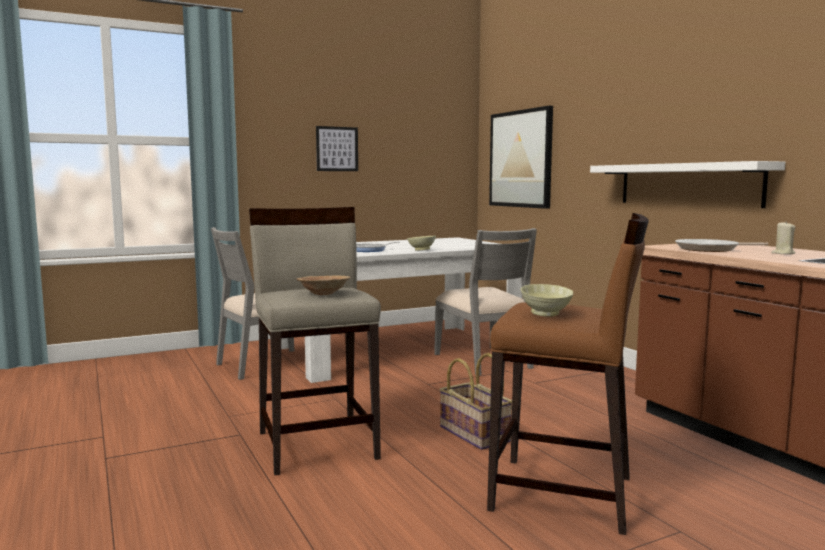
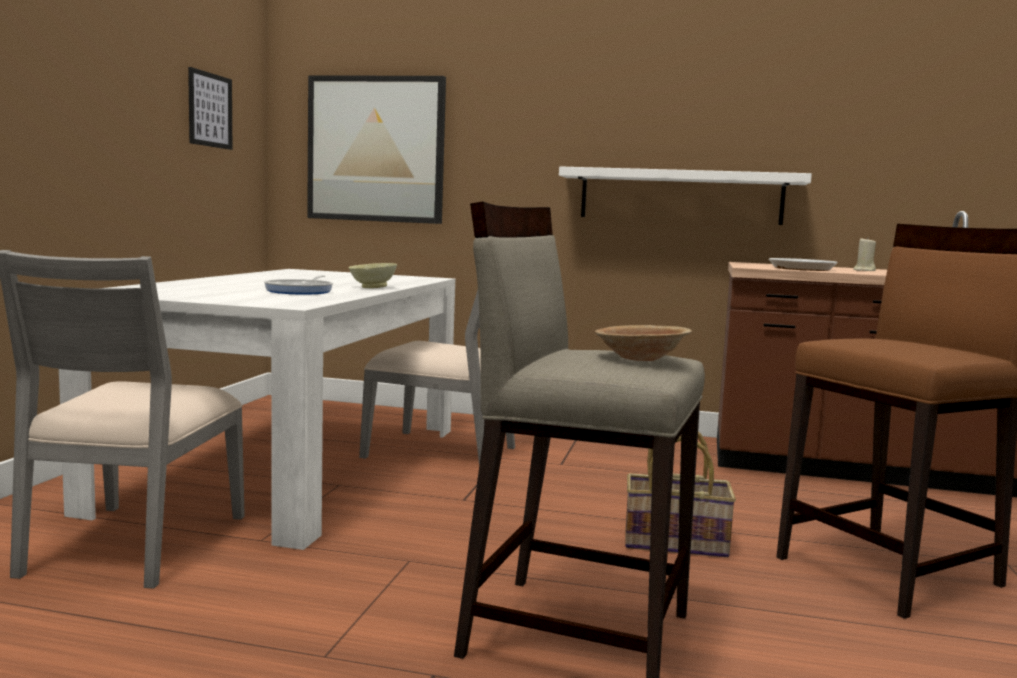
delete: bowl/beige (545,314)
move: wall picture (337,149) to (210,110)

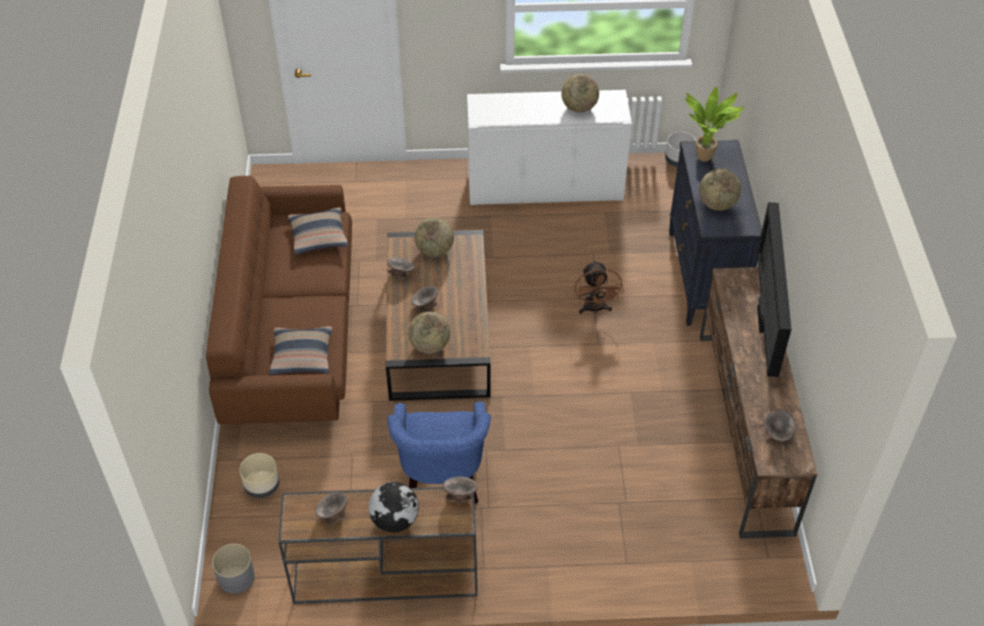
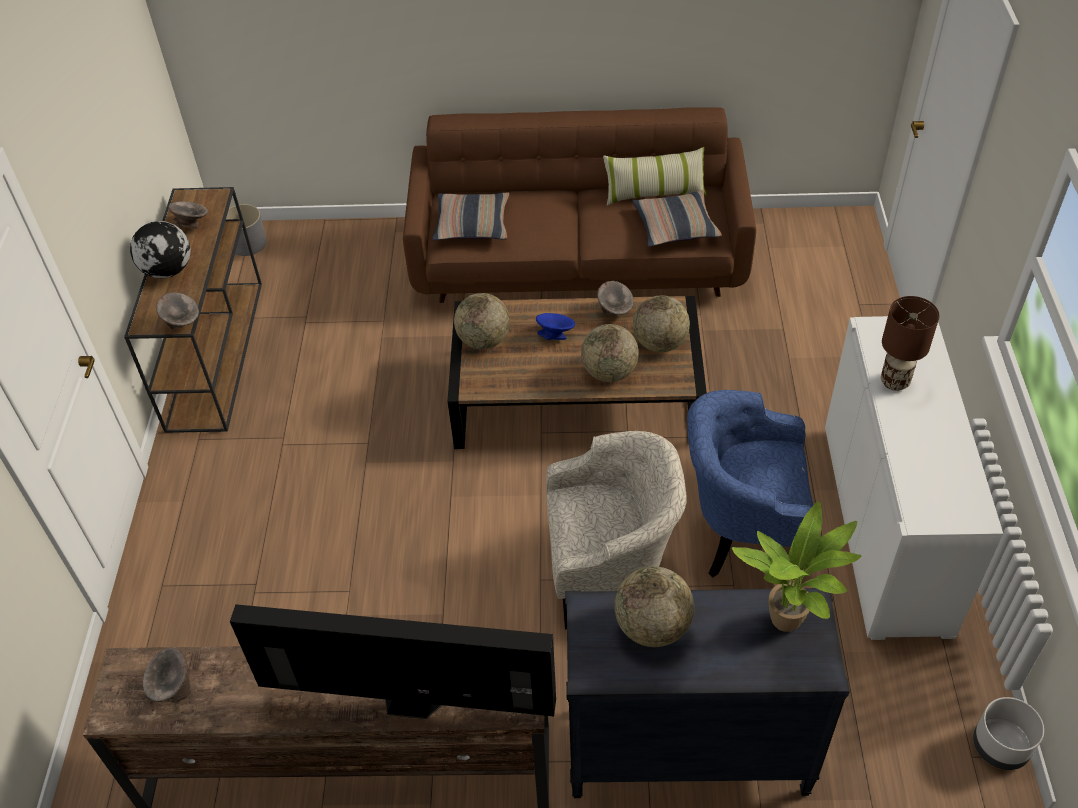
delete: flower pot/beige (262,486)
insert: cushion (654,193); tabletop lamp/brownish (894,382)
move: lounge chair/blue (442,483) to (740,536); desk globe (579,108) to (609,372)
replace: electric fan/brownish (594,309) to lounge chair/beige (610,579)
recolor: bowl/greyish (425,306) to bowl/blue (555,335)

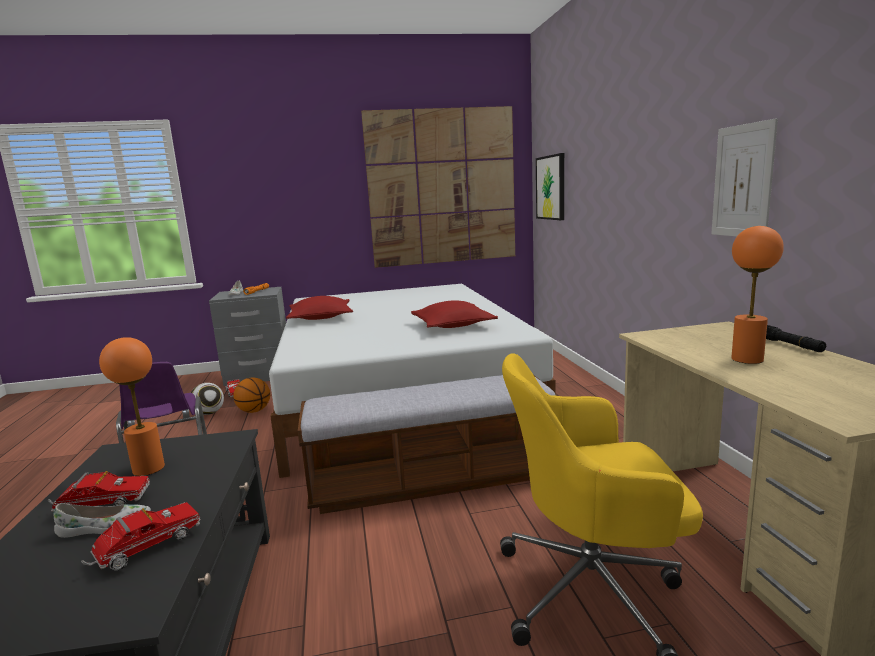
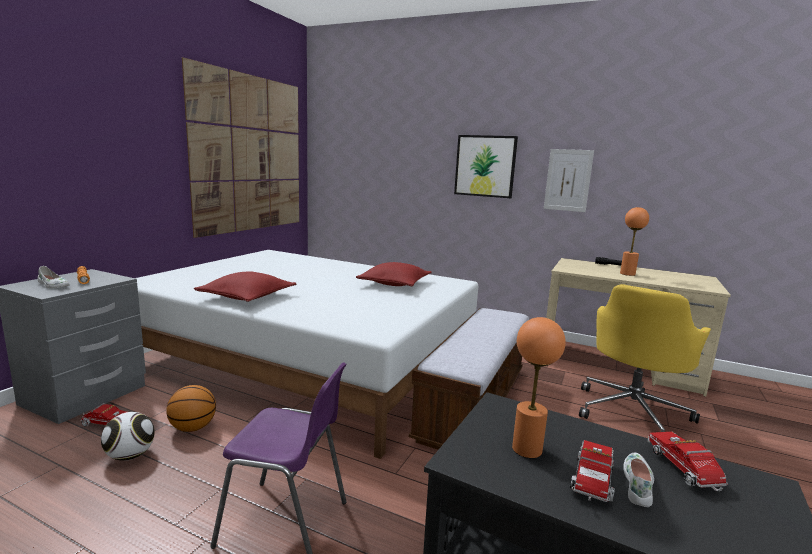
move: wall picture (551,187) to (485,166)

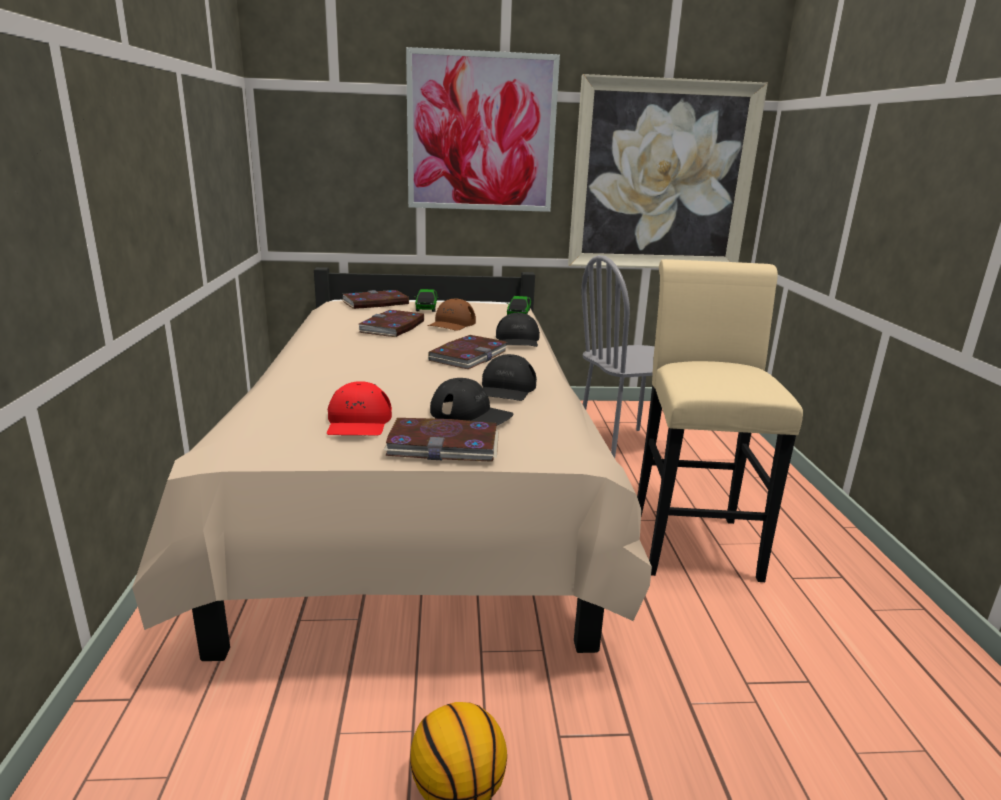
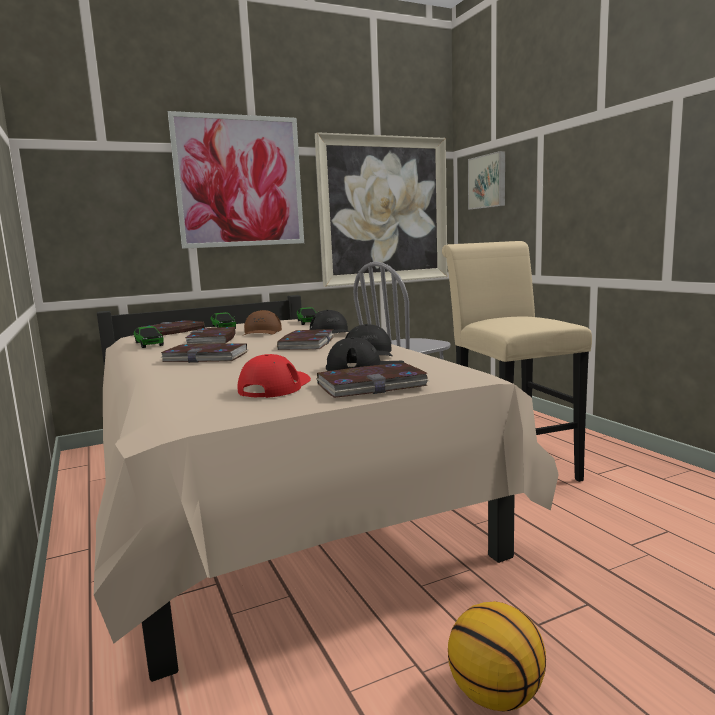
insert: miniature car (148,344); bound book (206,357); wall picture (488,181)
rotate: peaked cap/red (358,422) = (275,386) 135 degrees counterclockwise

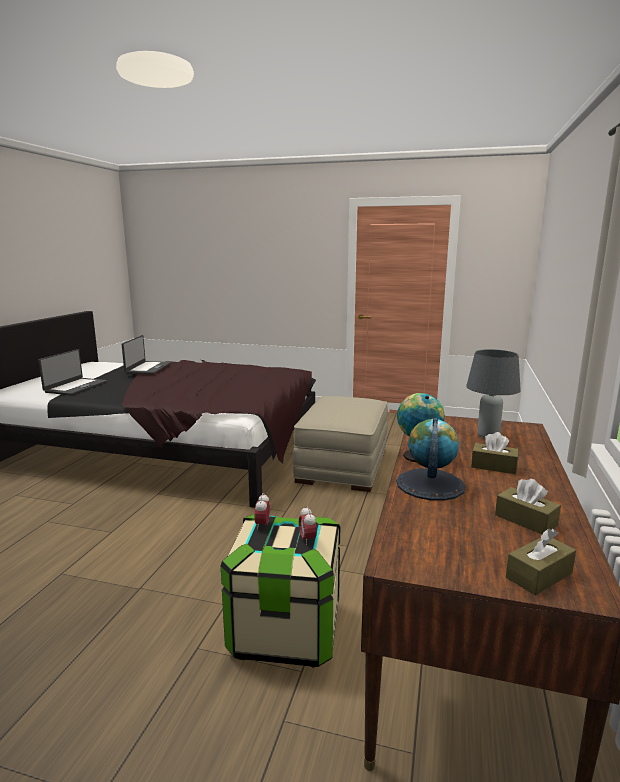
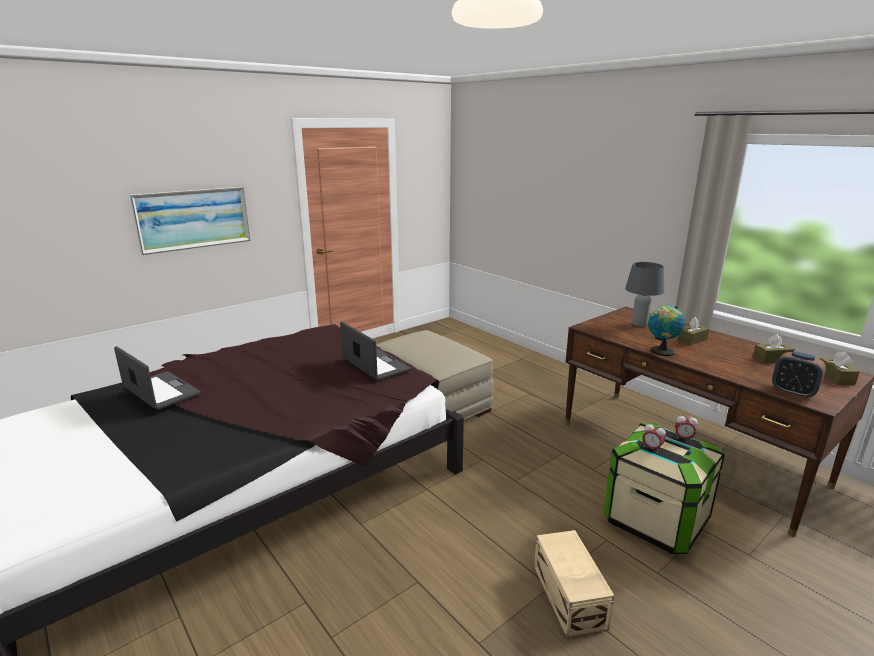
delete: desk globe (430,484)
insert: wall picture (193,219); storage bin/beige (568,597); bedside clock (793,392)
move: portable computer (75,387) to (374,365)

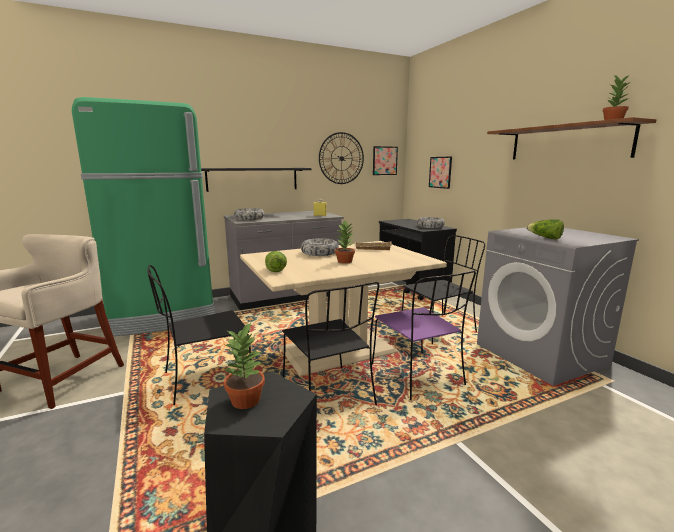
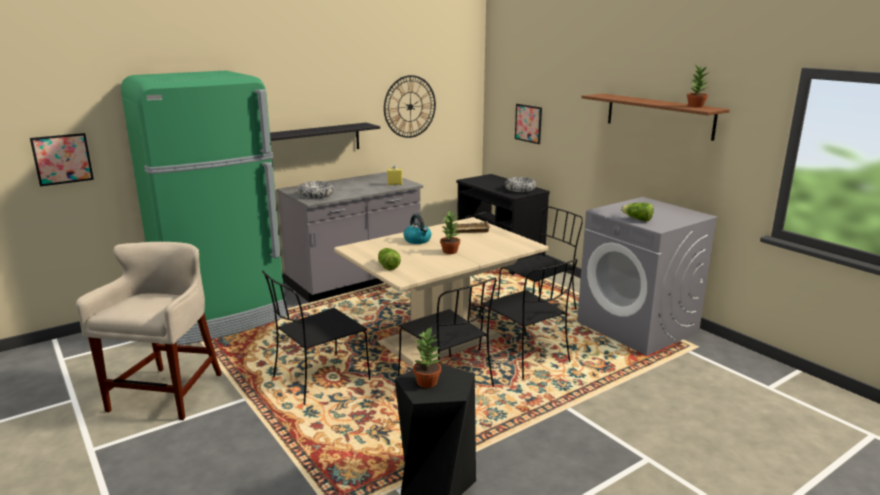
move: wall picture (384,160) to (62,159)
replace: bowl (319,253) to tea kettle (418,240)
recolor: chair/purple-coloured (418,375) to chair/blackish (525,357)

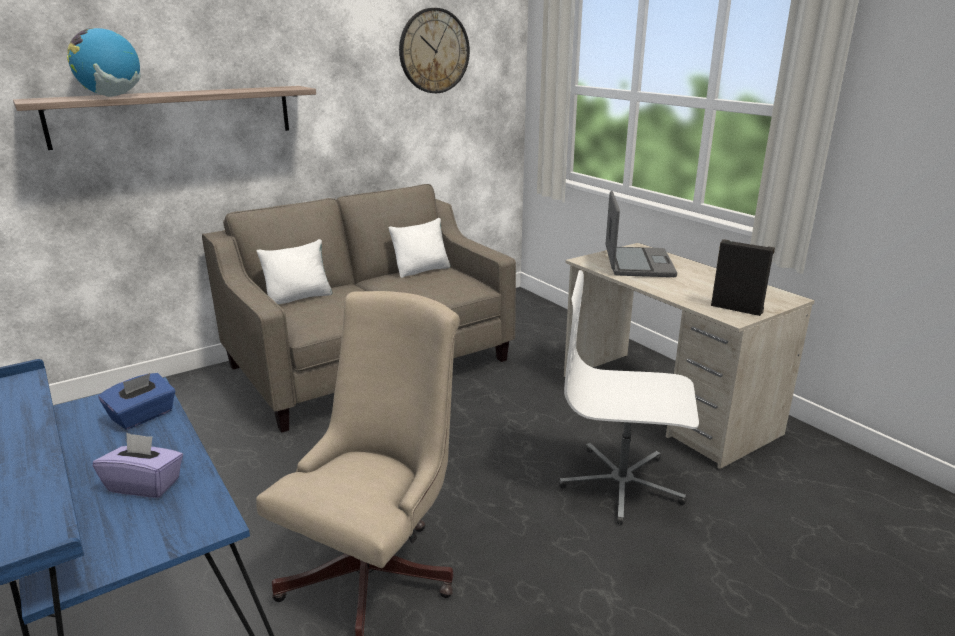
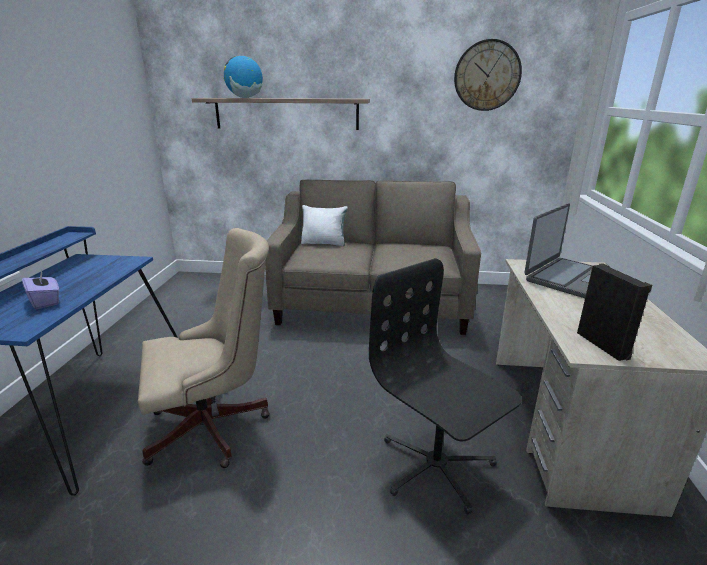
delete: tissue box/blue (143,416); cushion/white-coloured (422,270)
recolor: office chair/white-coloured (622,484) to office chair/blackish (435,466)

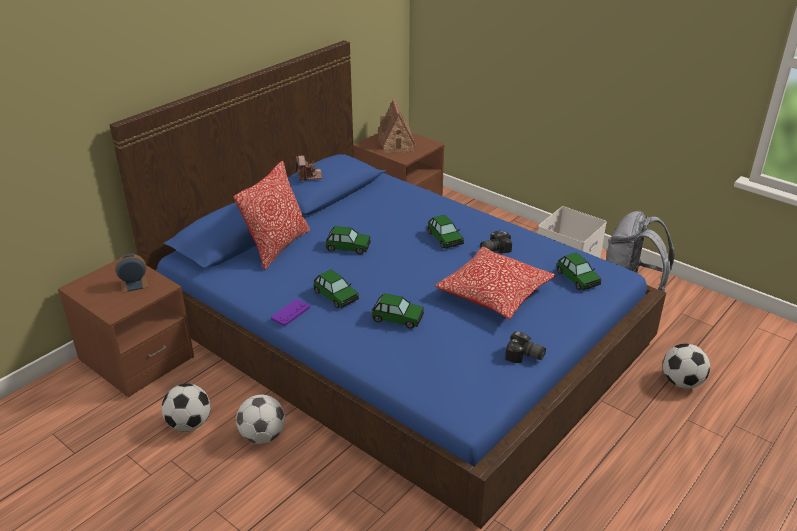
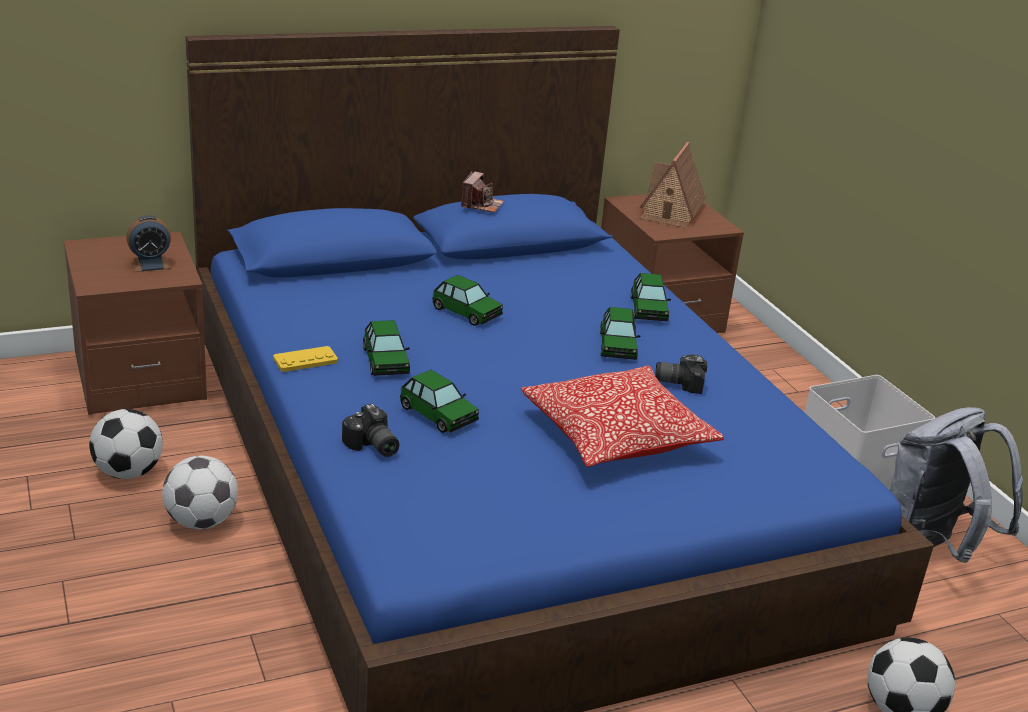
delete: cushion (277,246)
move: photo camera (524,357) to (371,447); miniature car (577,278) to (648,309)
recolor: game controller/purple-coloured (290,313) to game controller/yellow (305,360)
rotate: bedside clock (134,284) = (150,264) 150 degrees clockwise

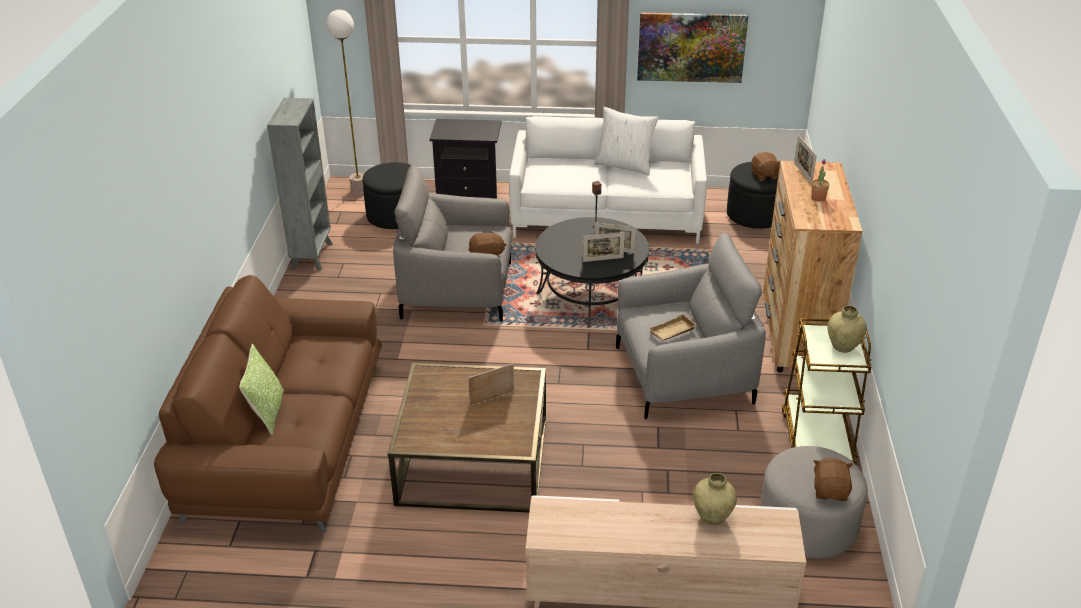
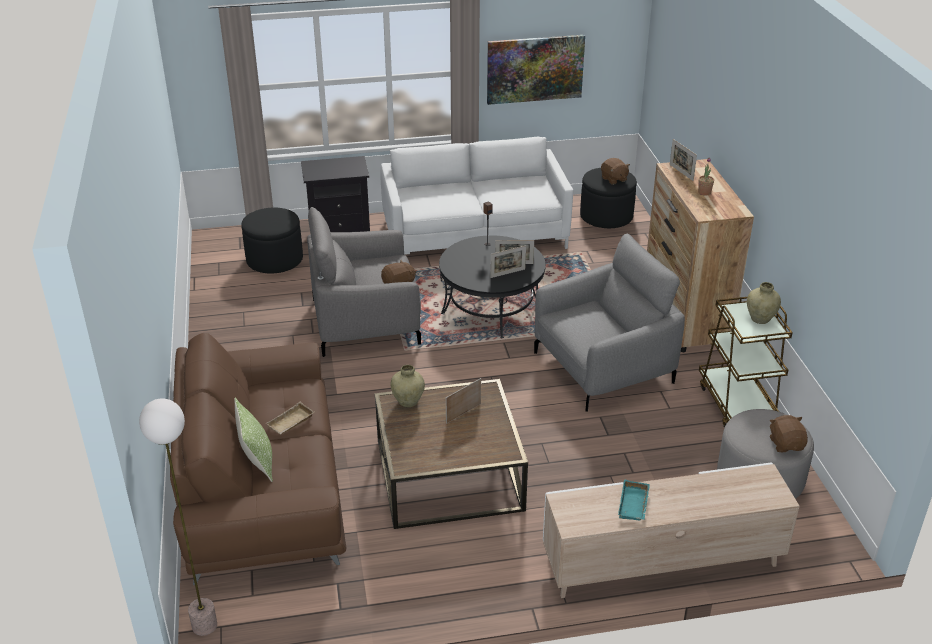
delete: bookcase/greyish (312,255); cushion/white-coloured (625,165)
insert: serving tray/turquoise (634,504)
move: standing lamp (359,192) to (204,625); serving tray/beige (673,332) to (291,423); decorative vase/beige (712,517) to (408,402)

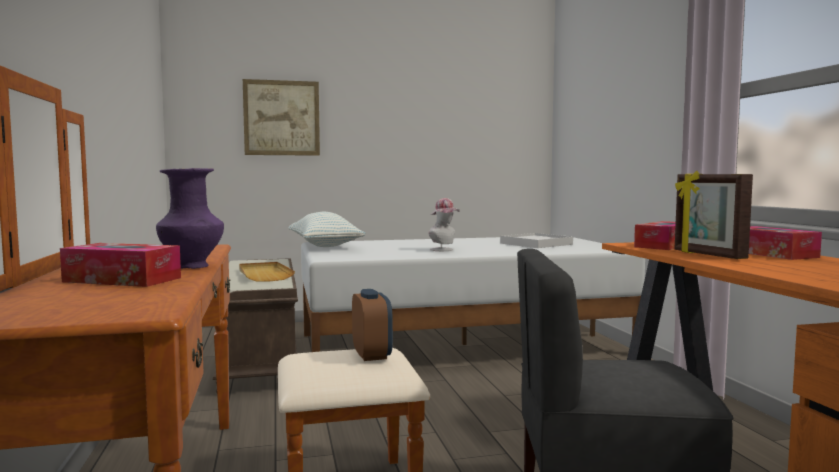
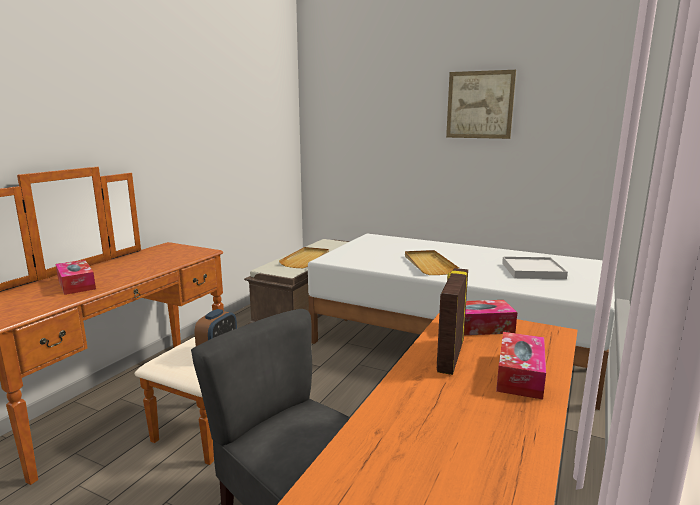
delete: decorative vase/purple-coloured (192,267); cushion (324,246)
move: wall picture (281,118) to (480,105)
replace: hat (444,250) to serving tray/beige (428,264)

